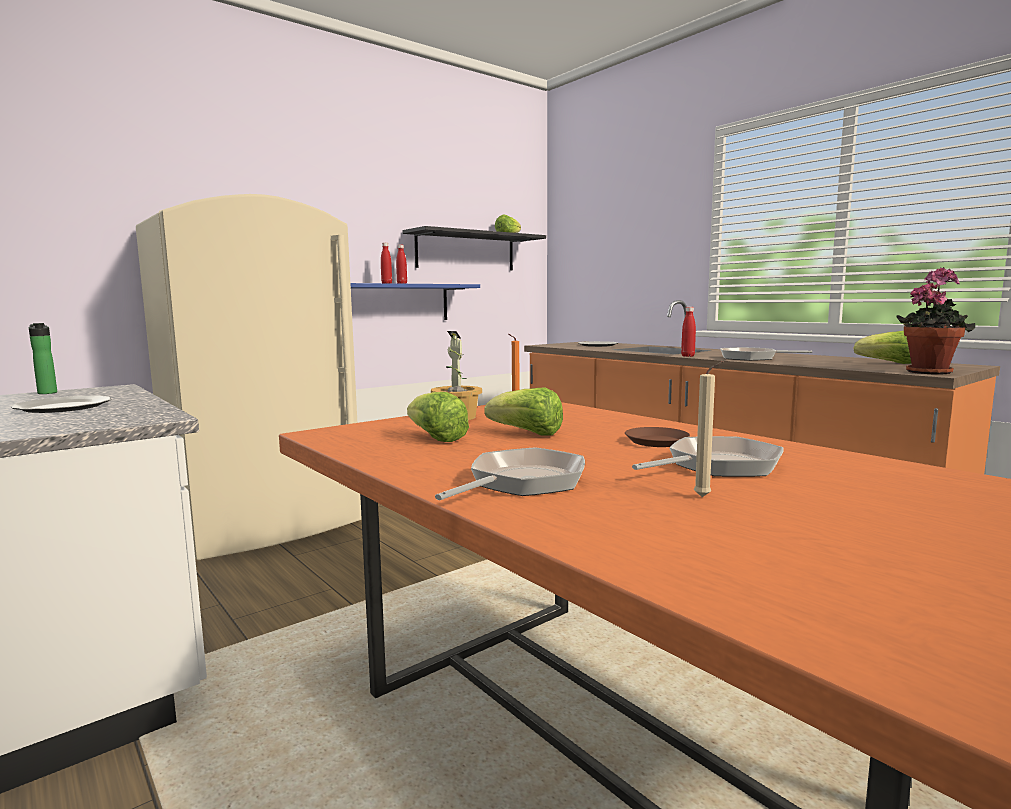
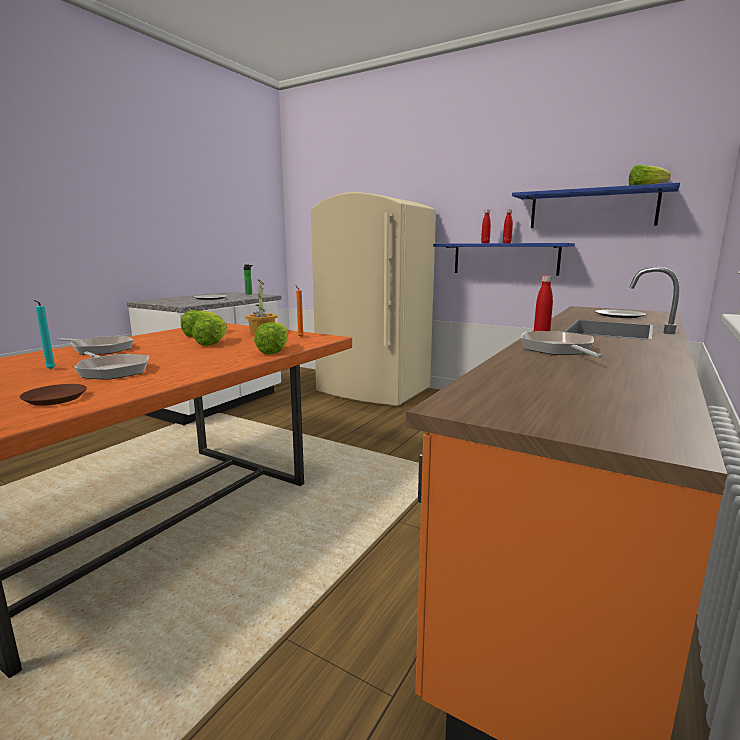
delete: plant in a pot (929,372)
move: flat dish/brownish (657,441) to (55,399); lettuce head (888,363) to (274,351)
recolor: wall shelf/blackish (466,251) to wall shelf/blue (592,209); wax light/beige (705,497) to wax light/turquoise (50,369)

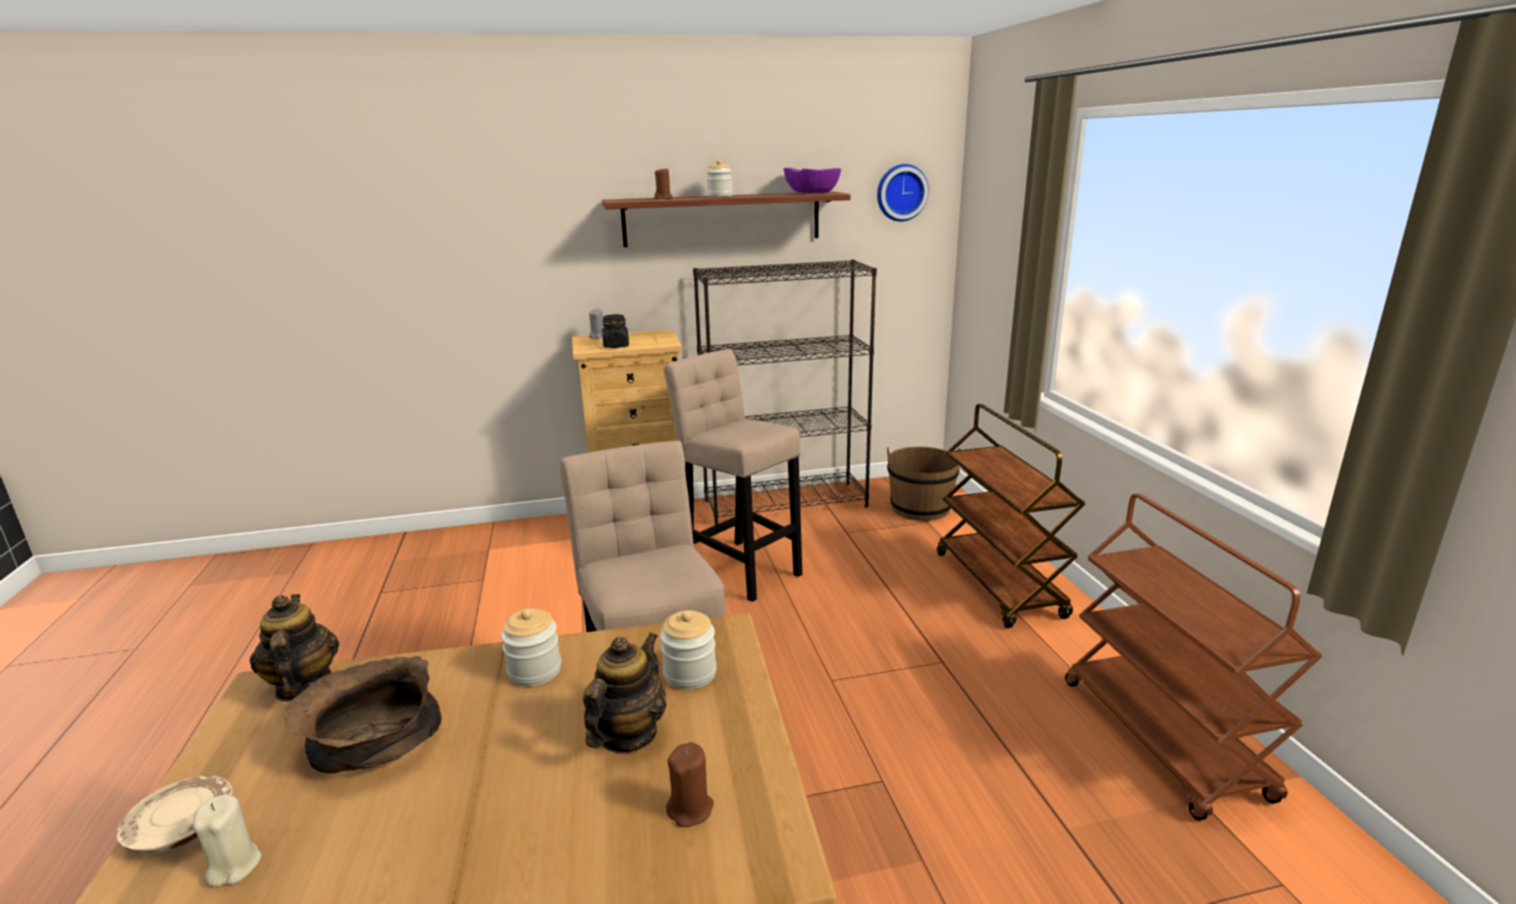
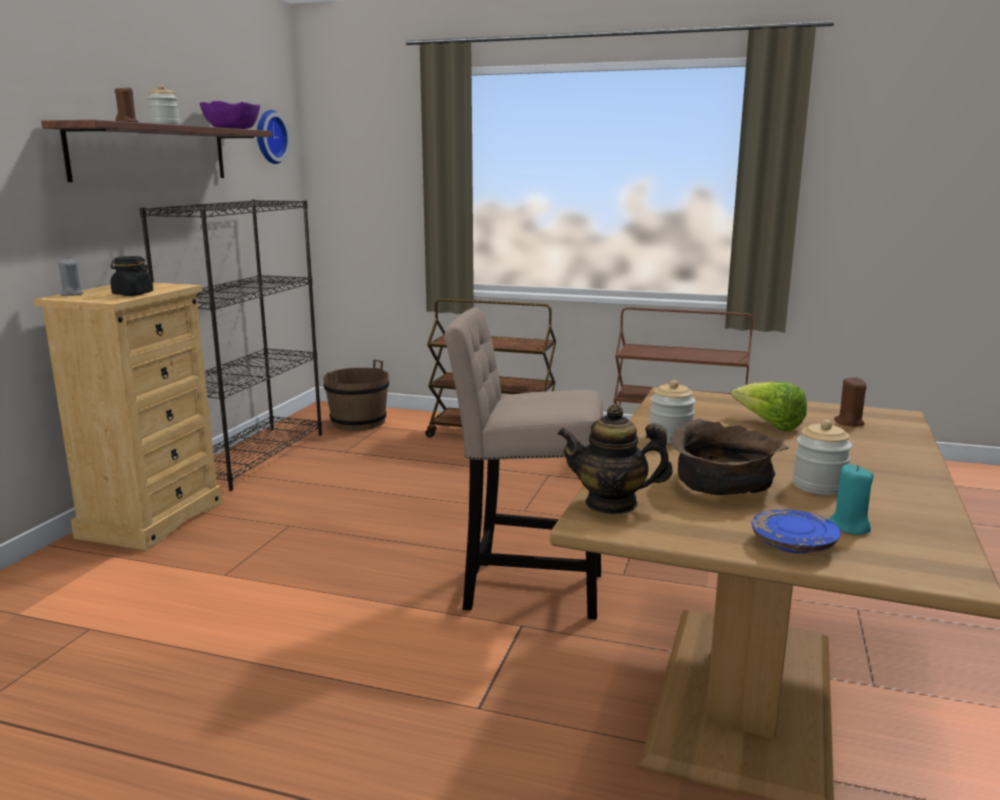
delete: sitting stool/beige (739,567)
move: storage jar (690,673) to (819,486)
replace: teapot (627,734) to lettuce head (769,425)
recolor: flat dish/beige (182,827) to flat dish/blue (793,545); wax light/beige (234,866) to wax light/turquoise (848,527)

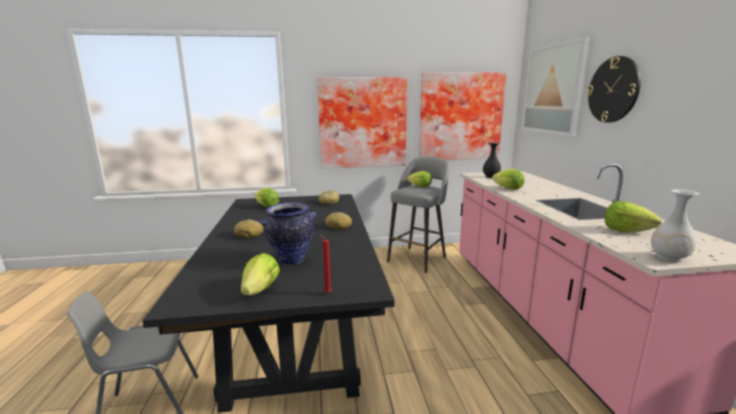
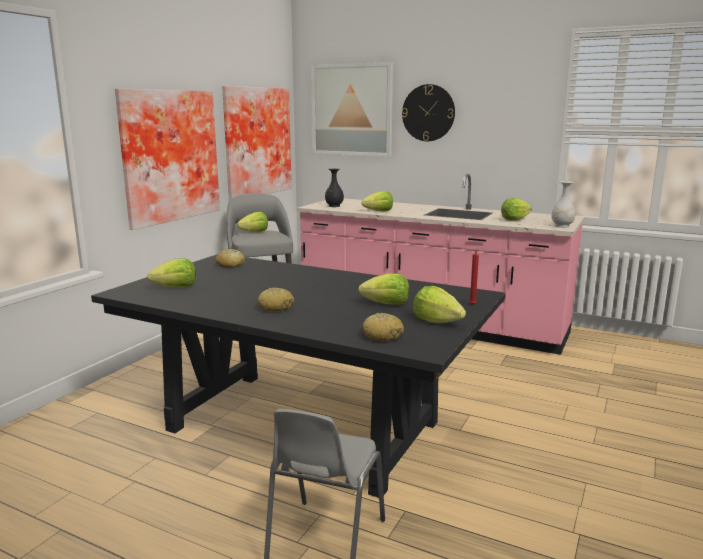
move: bread (339,226) to (383,336)
replace: decorative vase (291,261) to lettuce head (386,304)

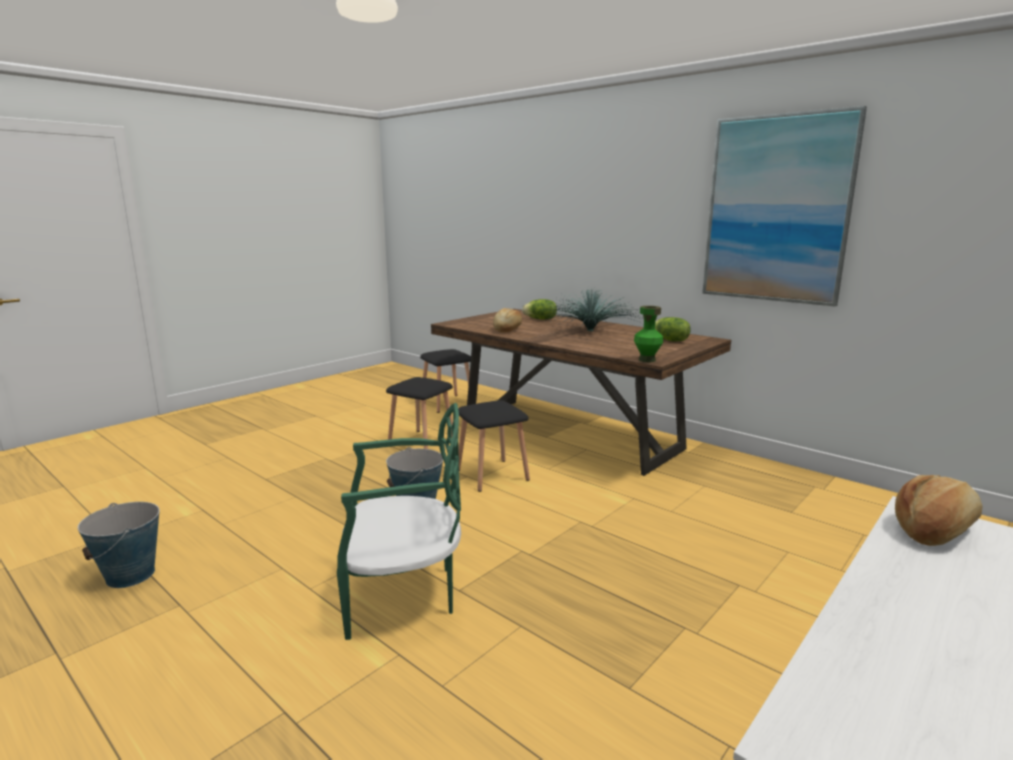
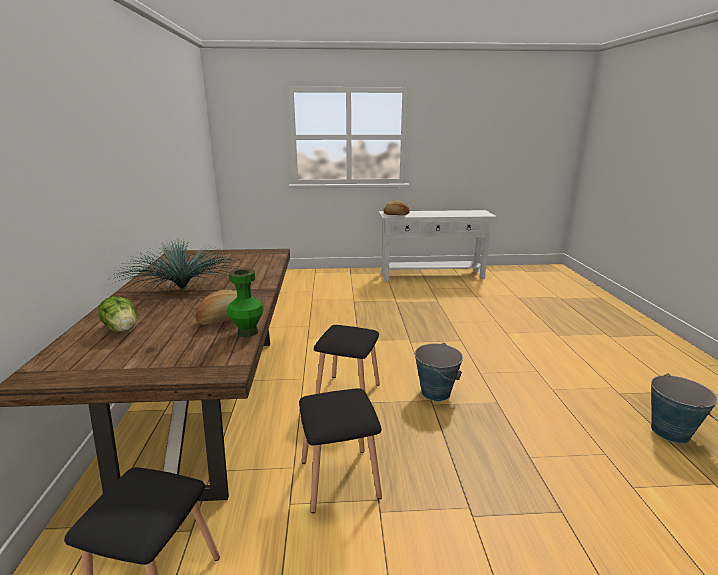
delete: chair/green (403,595); lettuce head (669,341); wall picture (777,210)
move: decorative vase/green (647,360) to (248,332)

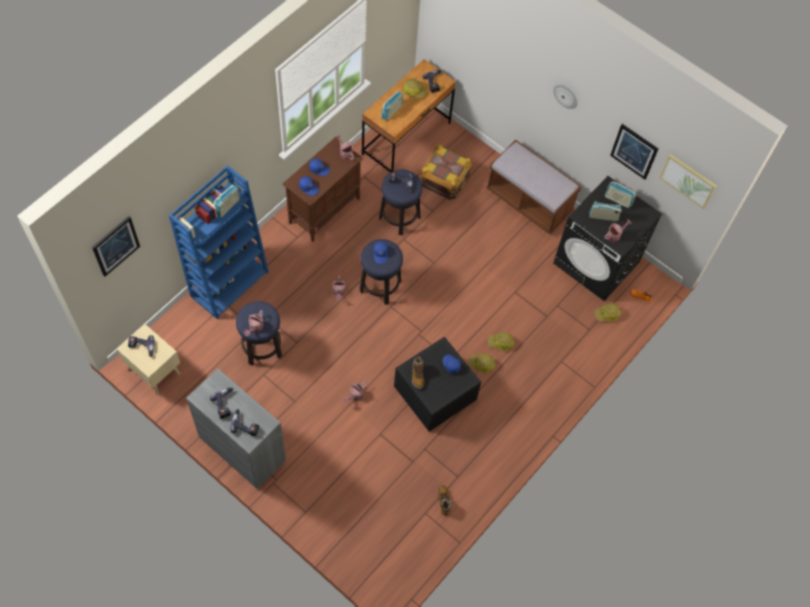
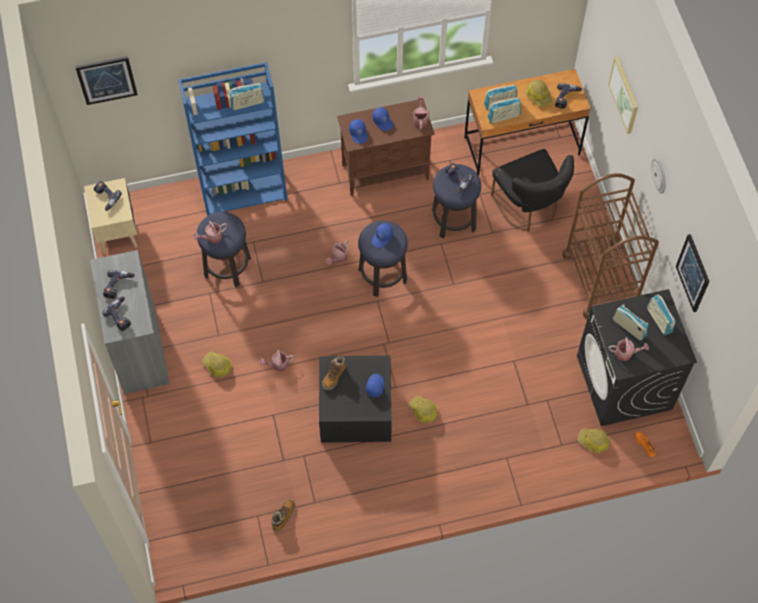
insert: radio (504,116)
move: safety helmet (501,343) to (217,366); wall picture (688,180) to (624,95)
replace: shipping crate (444,179) to chair/blackish (529,208); bench/brownish (529,201) to cart/brownish (601,279)

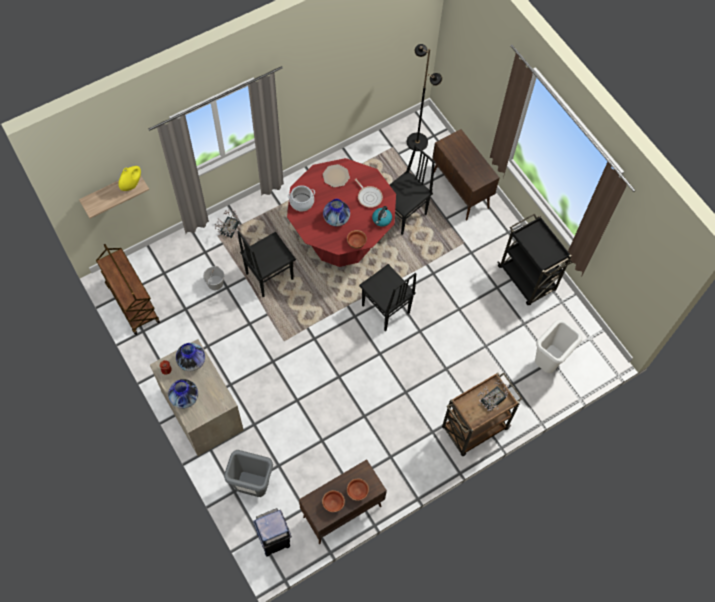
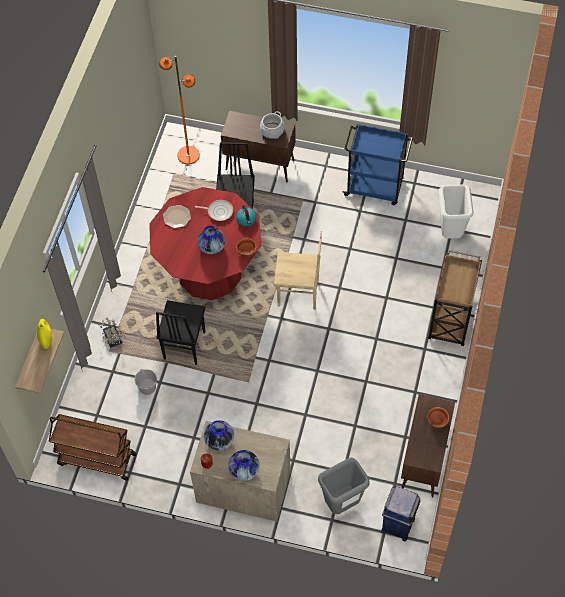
delete: bowl (333,503); plant in a pot (490,401)
move: cooking pot (301,202) to (272,130)
recolor: chair/blackish (385,310) to chair/beige (298,294); standing lamp/blackish (417,141) to standing lamp/orange-coloured (188,155); cart/blackish (527,279) to cart/blue (375,187)

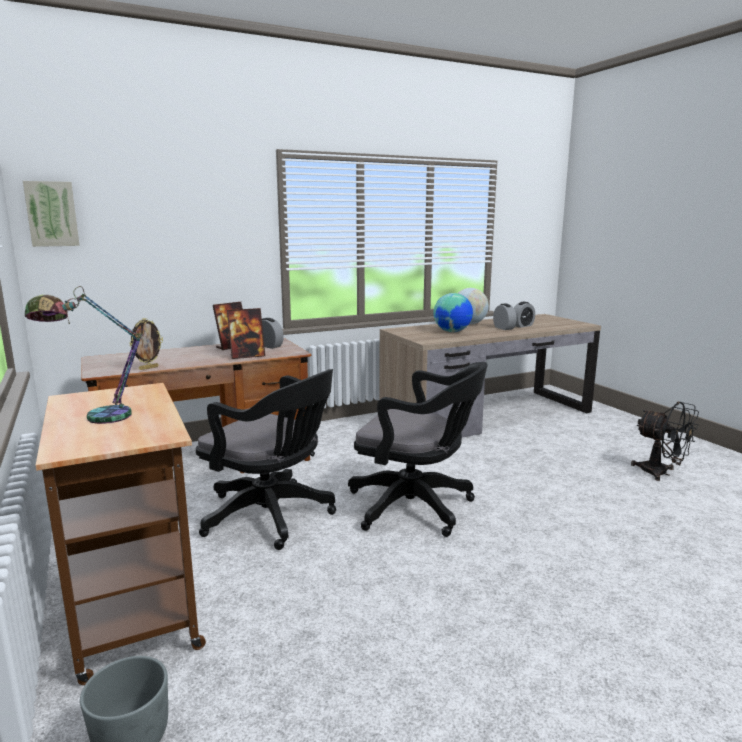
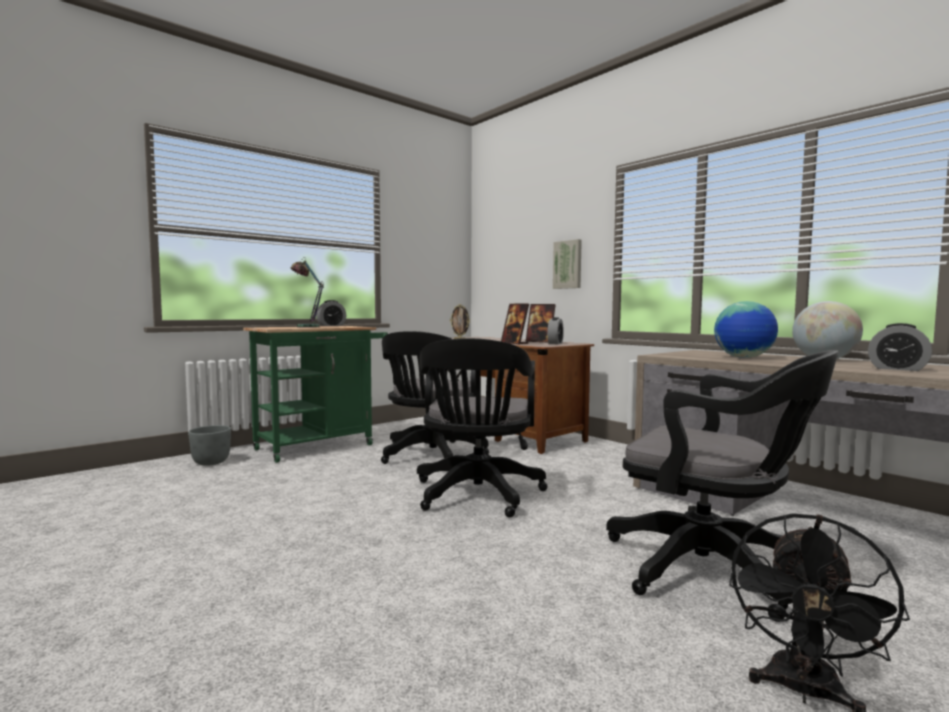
insert: office chair/blackish (713,570)
move: wall picture (52,214) to (568,264); bedside clock (503,328) to (331,326)
recolor: cart/brownish (133,602) to cart/green (321,445)

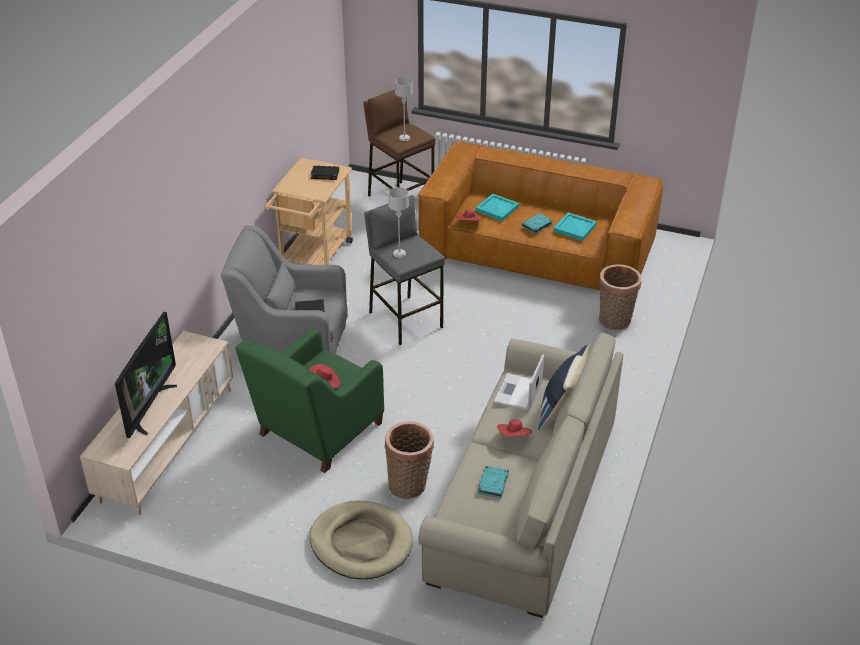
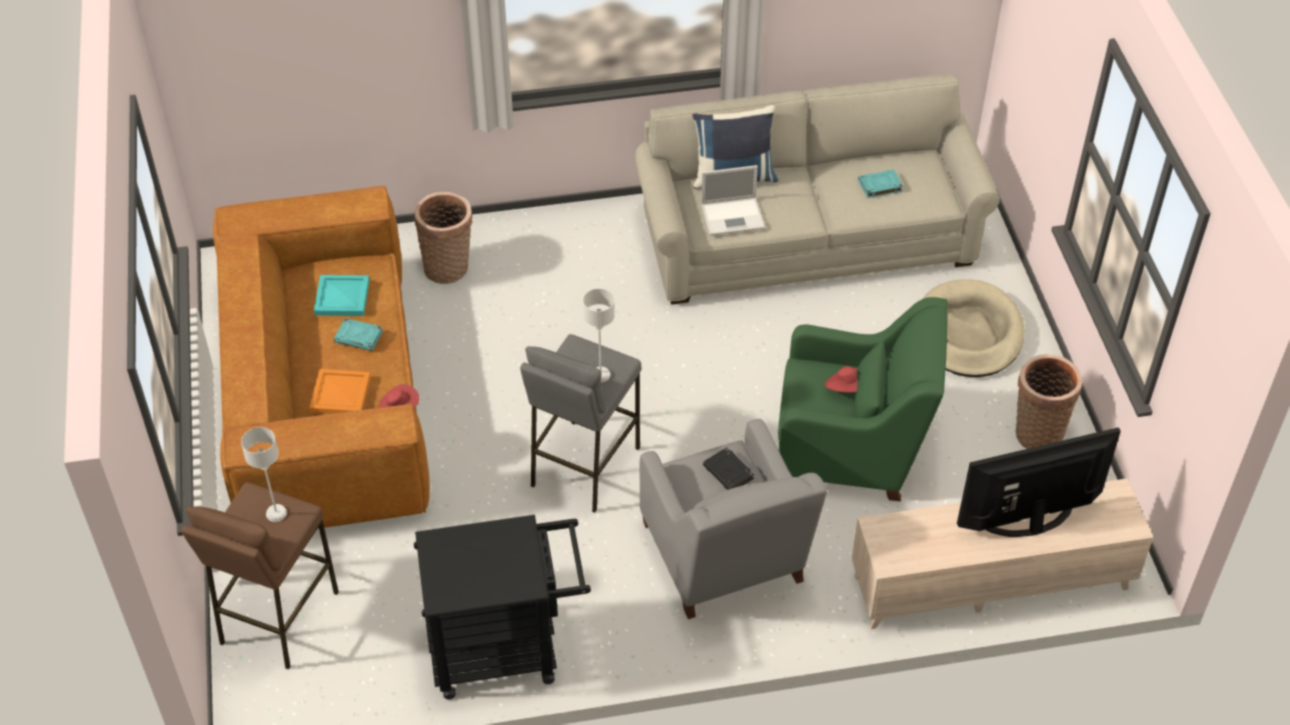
delete: bound book/blackish (324,174); hat/red (514,436)
move: basket (410,485) to (1037,432)
recolor: cart/beige (313,256) to cart/blackish (506,649); serving tray/turquoise (497,208) to serving tray/orange-coloured (339,395)

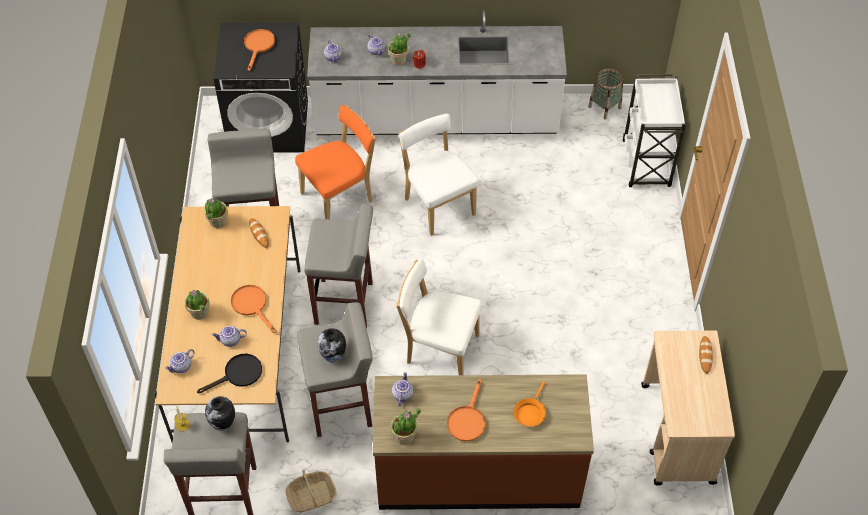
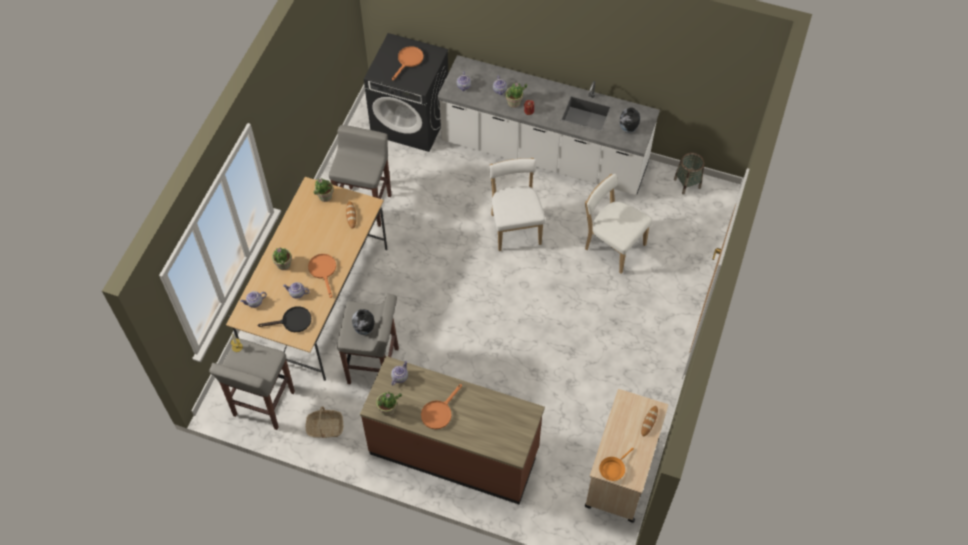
delete: chair/orange-coloured (340,196); sitting stool/greyish (345,303); cart/white-coloured (646,165)
move: decorative vase (223,424) to (627,130); chair/white-coloured (439,348) to (612,245); skillet/orange-coloured (530,412) to (613,468)

